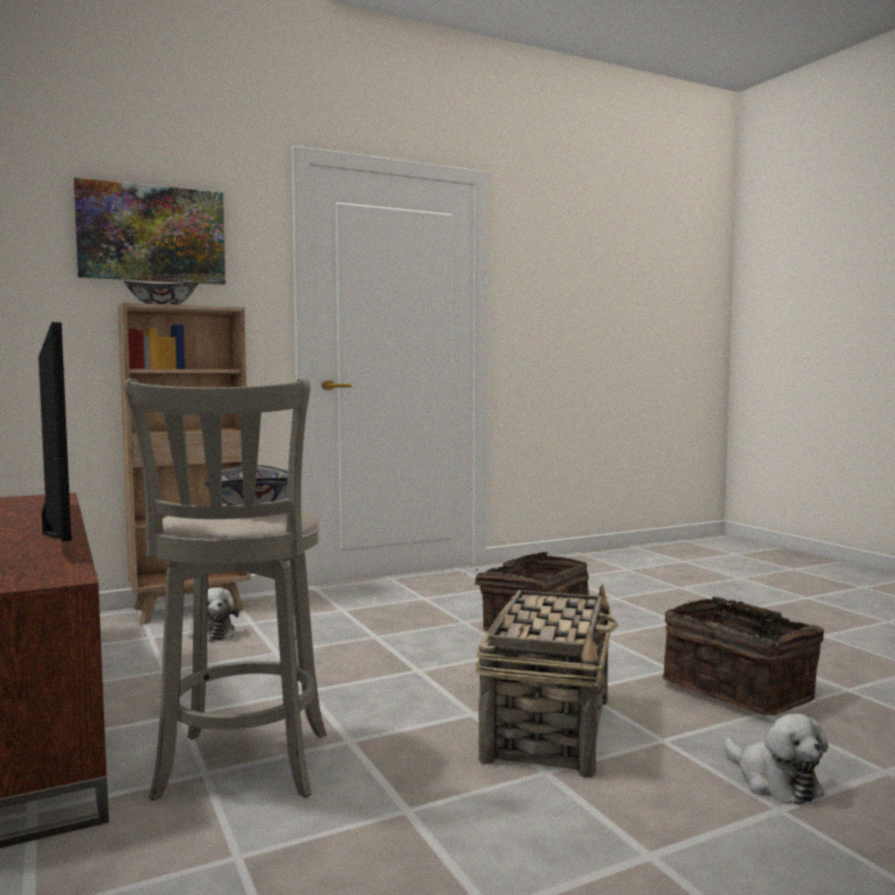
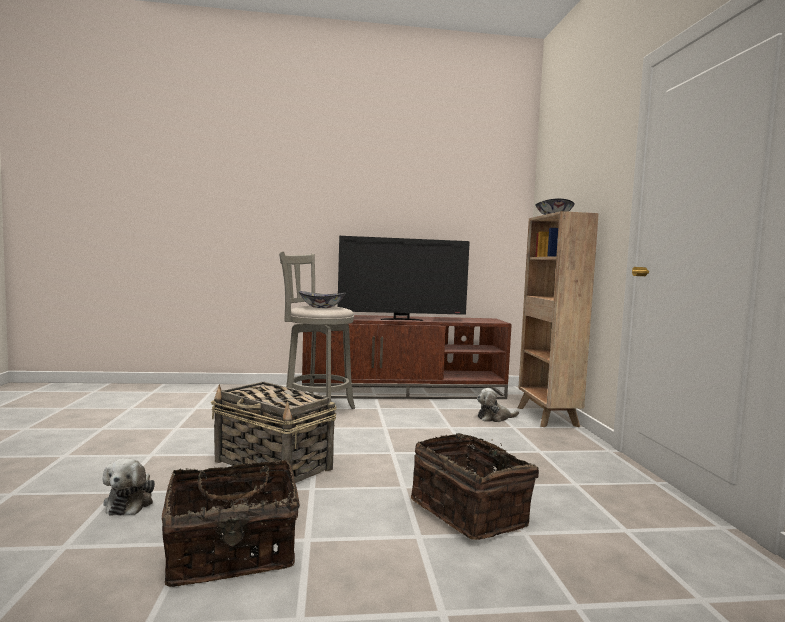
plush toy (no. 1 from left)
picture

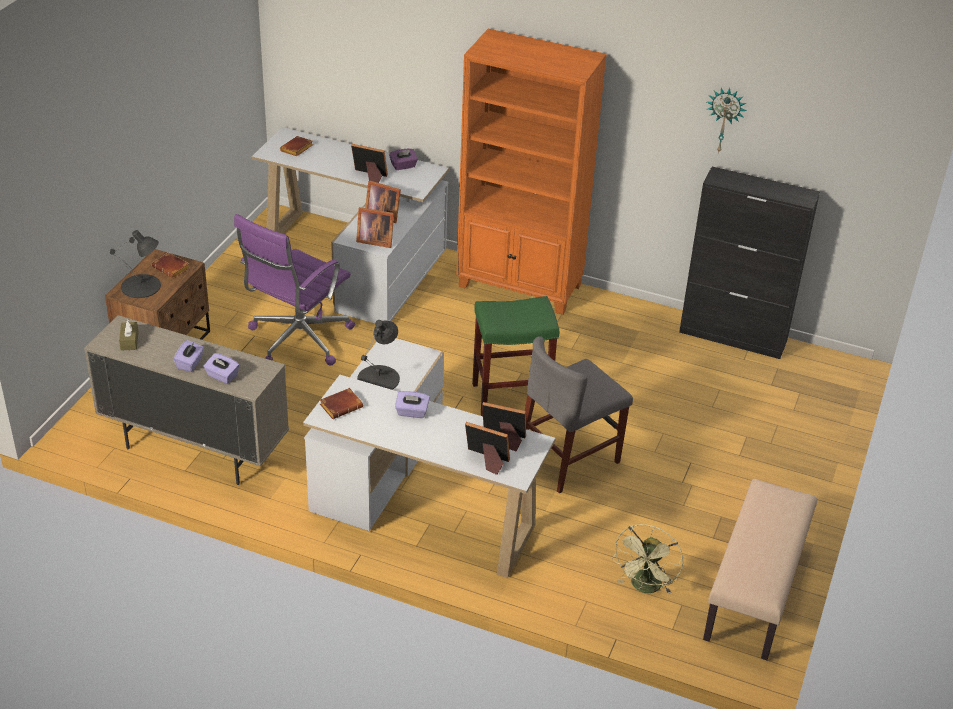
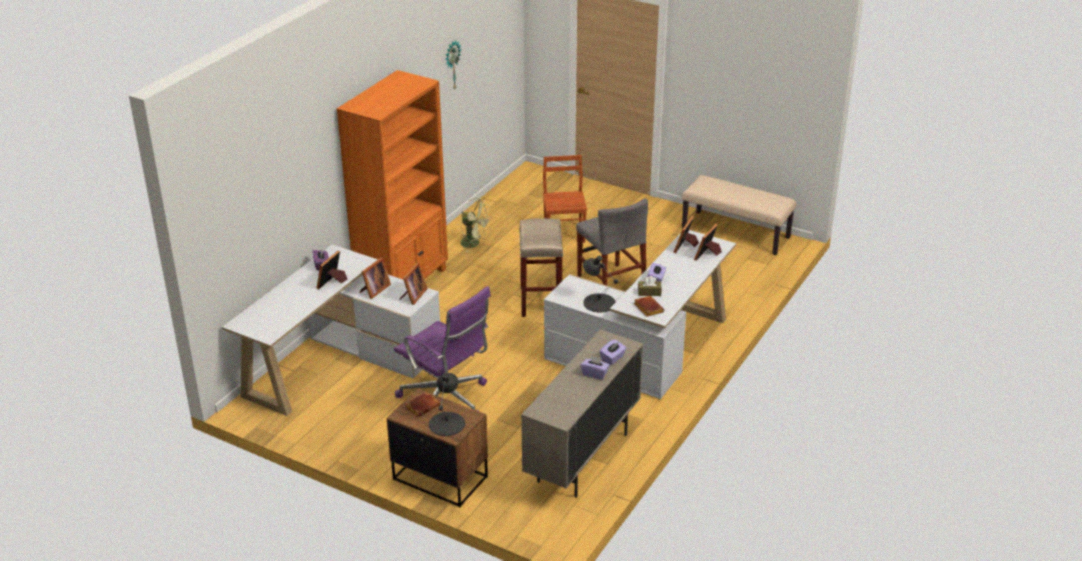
green-coloured fan
sand-coloured sitting stool
brownish plain chair
brownish box of tissues
brownish volume (no. 2 from left in the first image)
black-coloured cabinet

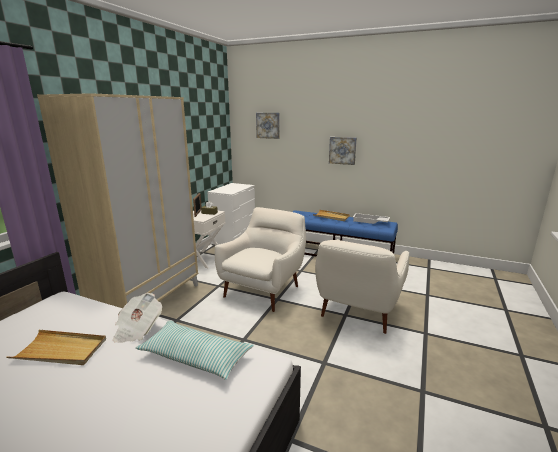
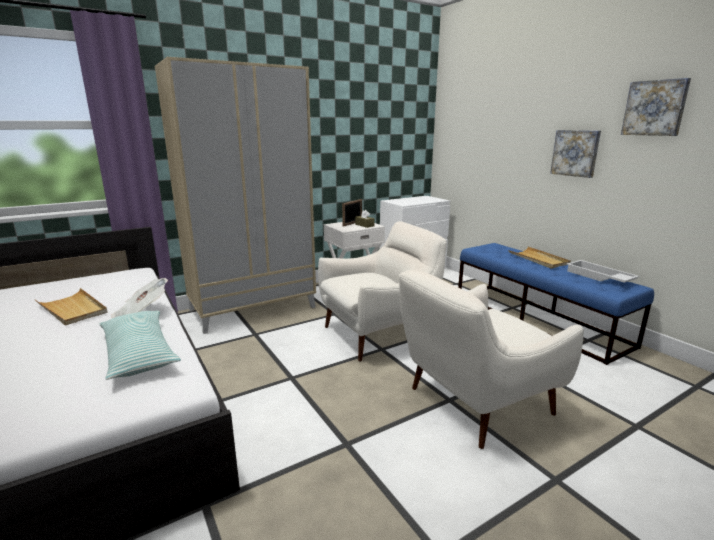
picture (no. 2 from left)

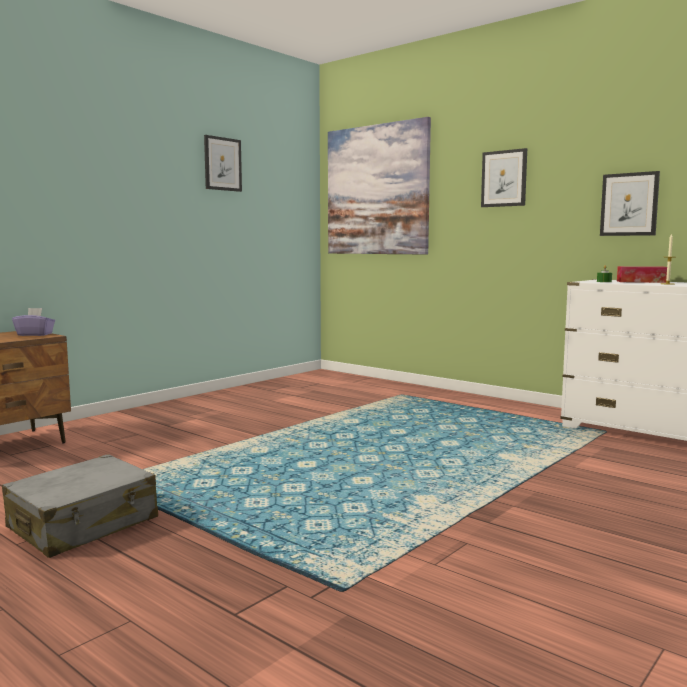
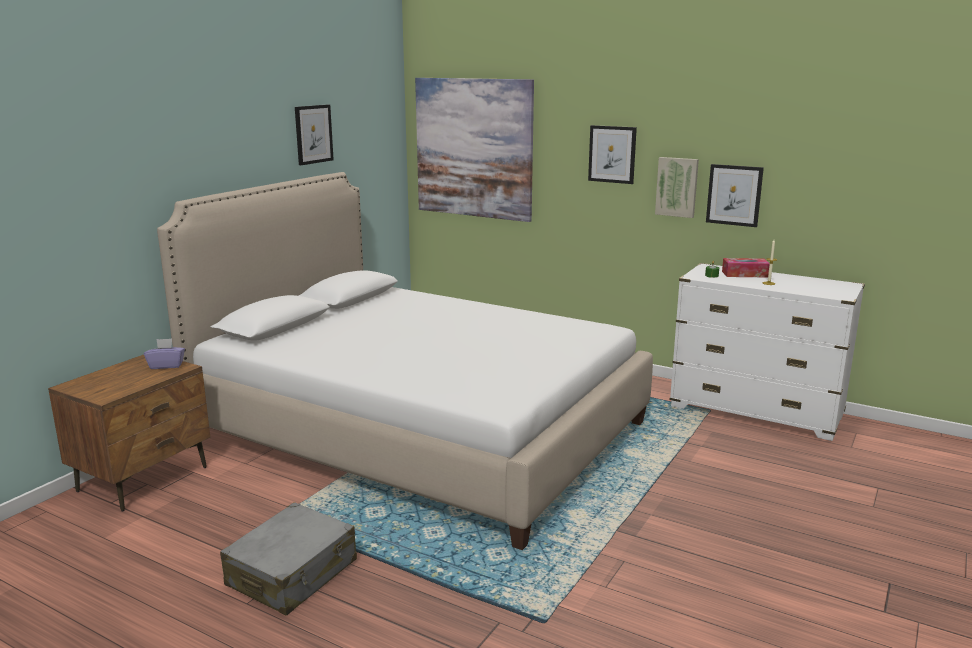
sleeping bed
picture (no. 4 from left)

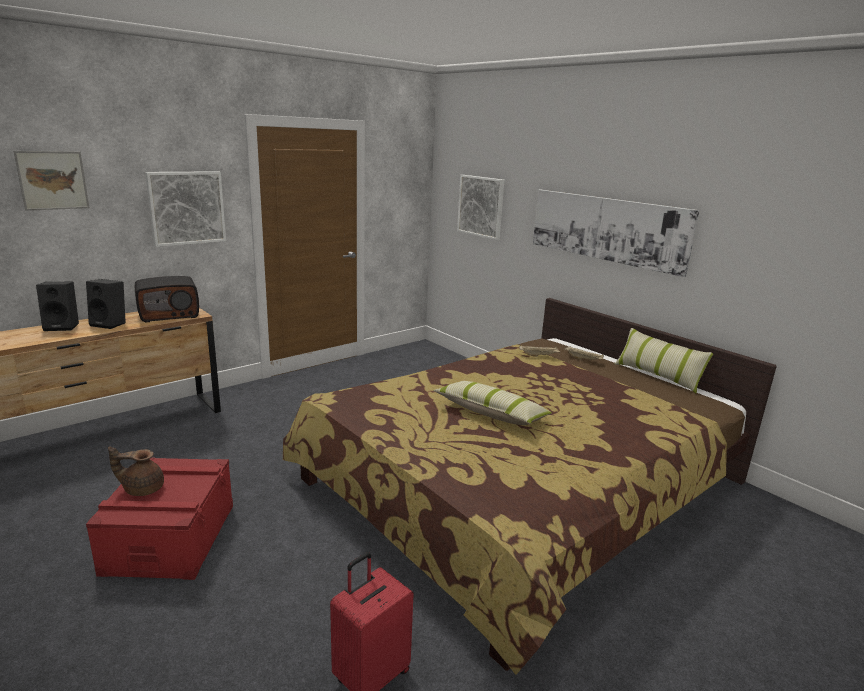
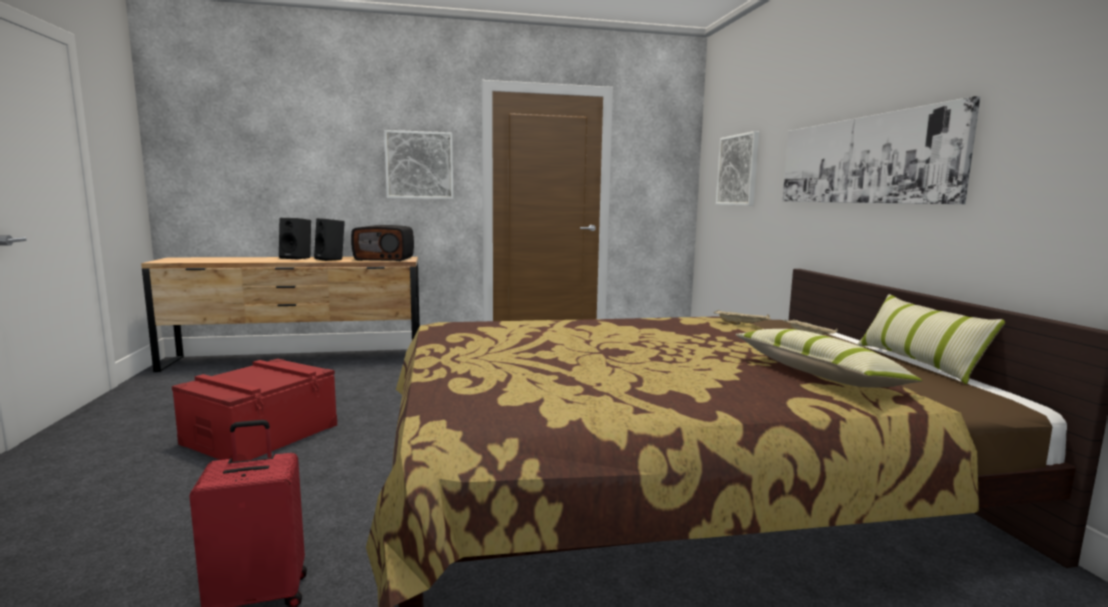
throw pillow (no. 1 from left)
picture (no. 1 from left in the first image)
brownish tea pot

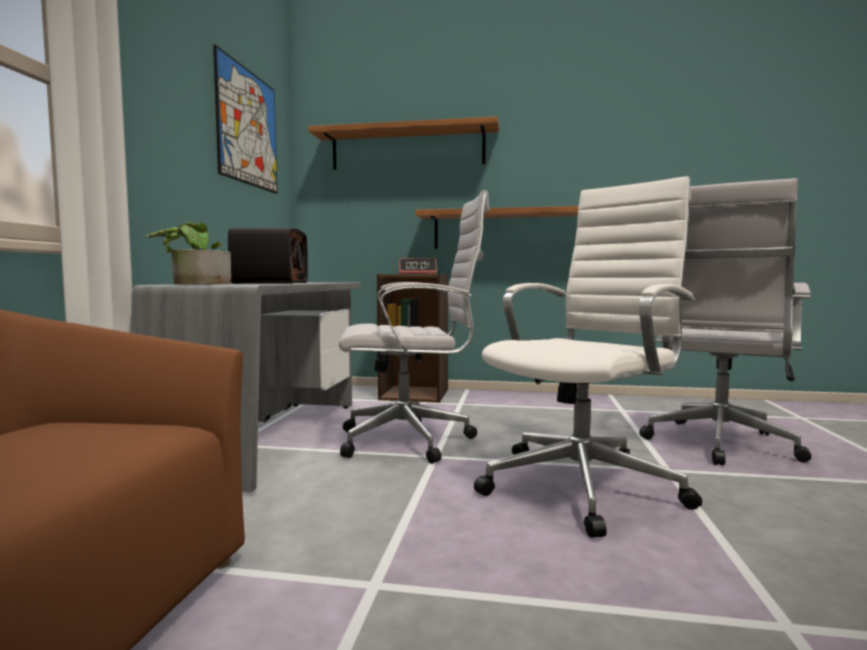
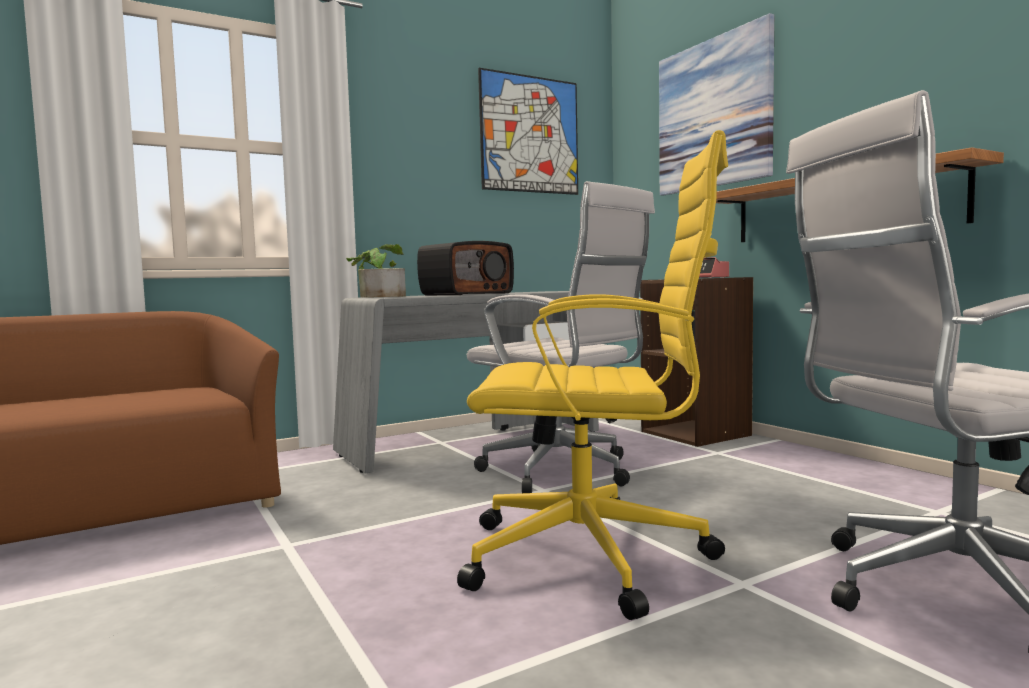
yellow-coloured computer chair
picture (no. 2 from left)

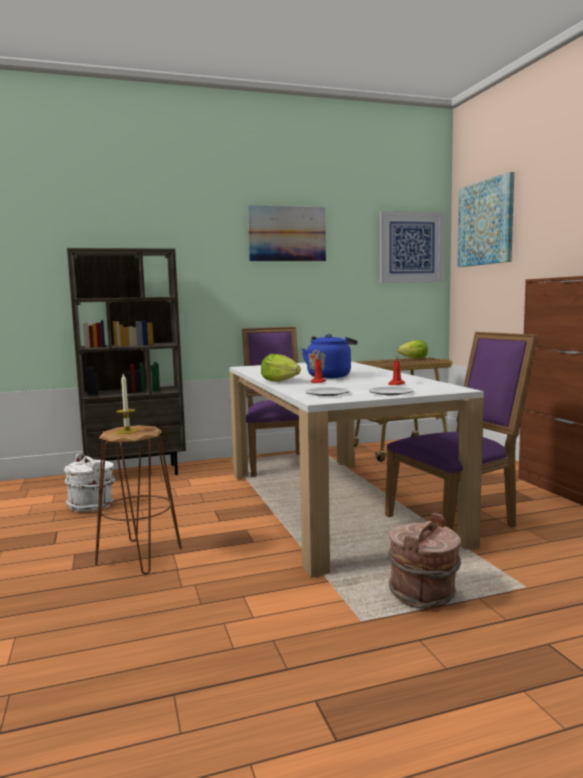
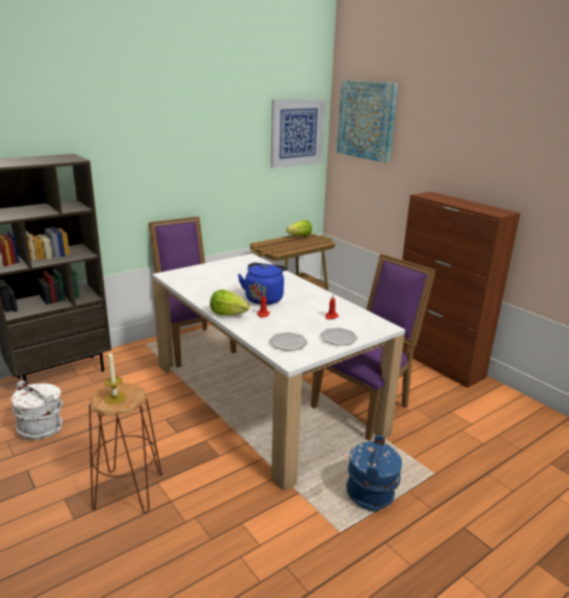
blue water bucket
picture (no. 1 from left in the first image)

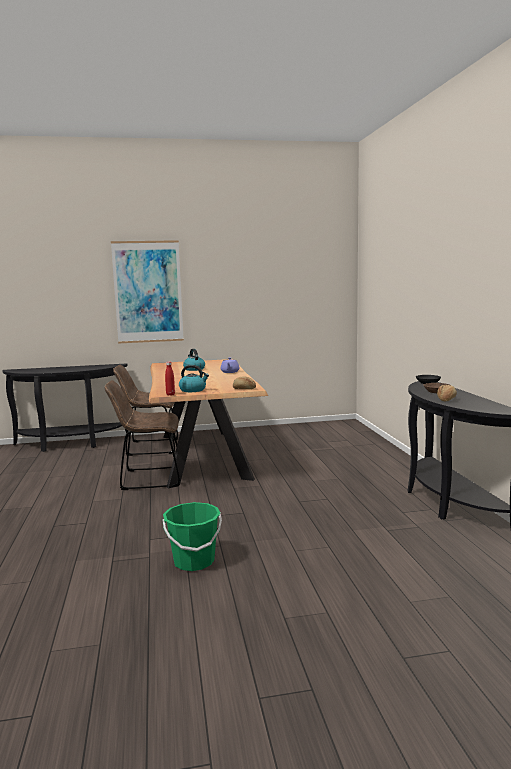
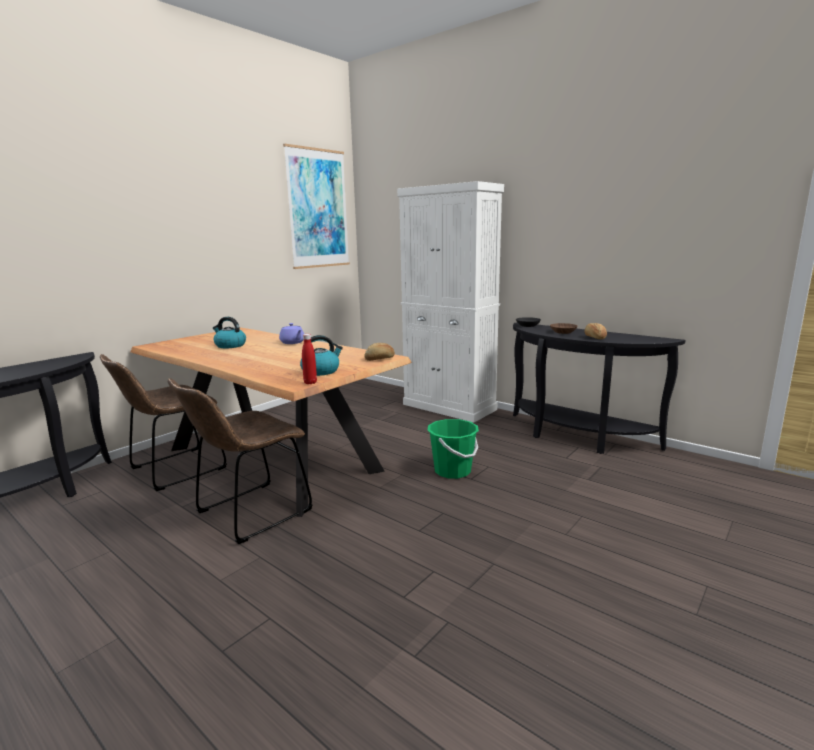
picture
white-coloured cabinet
green-coloured water bucket

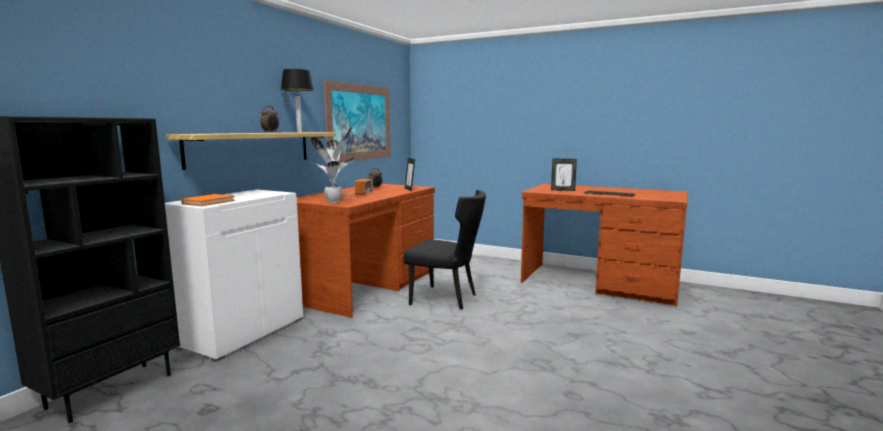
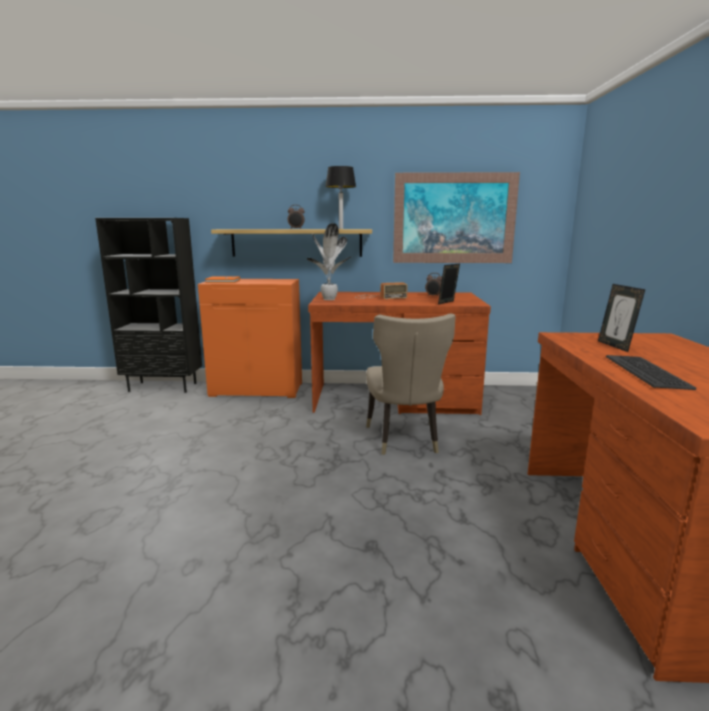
orange-coloured cabinet
sand-coloured plain chair

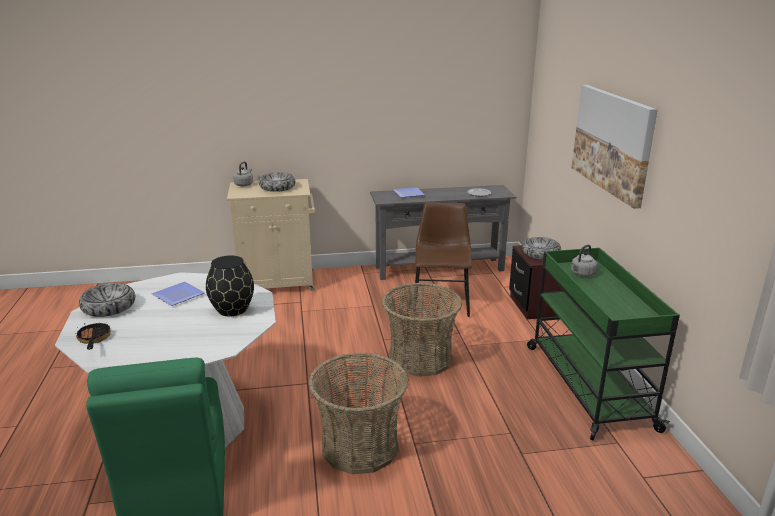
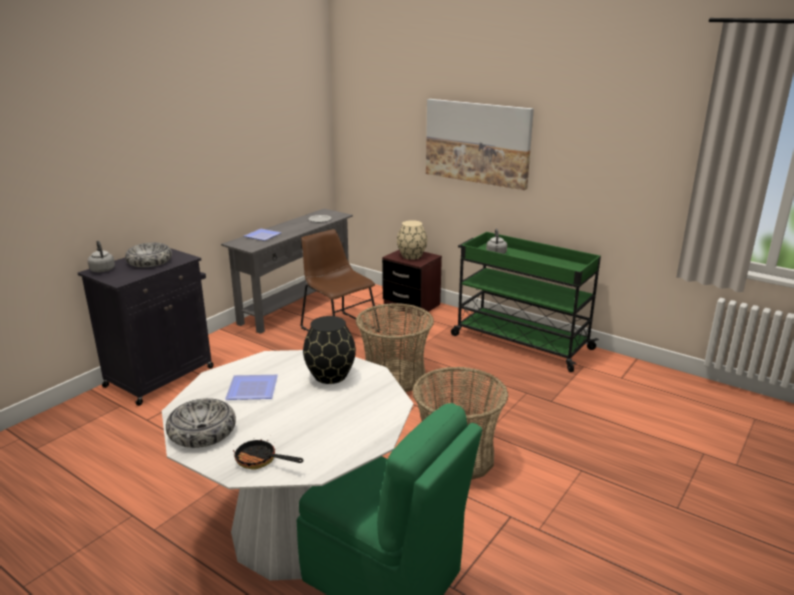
black-coloured cabinet
sand-coloured vase

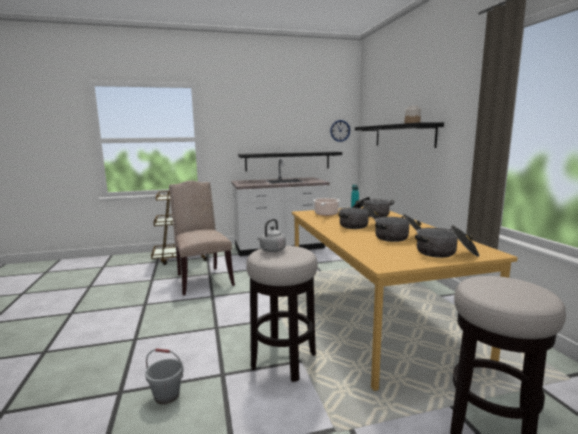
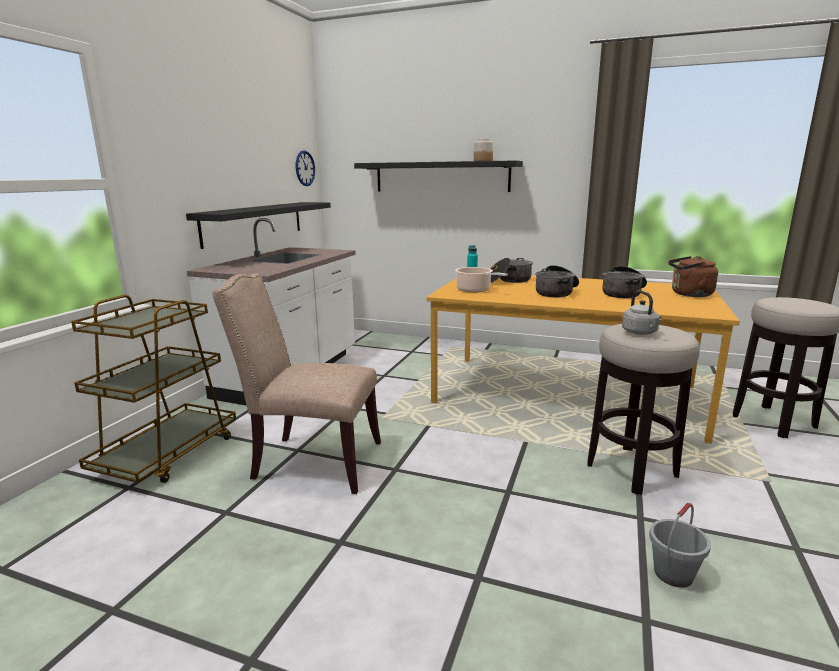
brownish kettle

